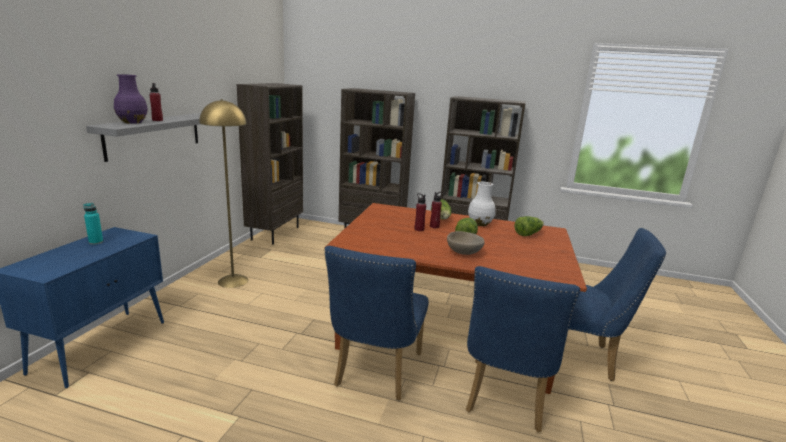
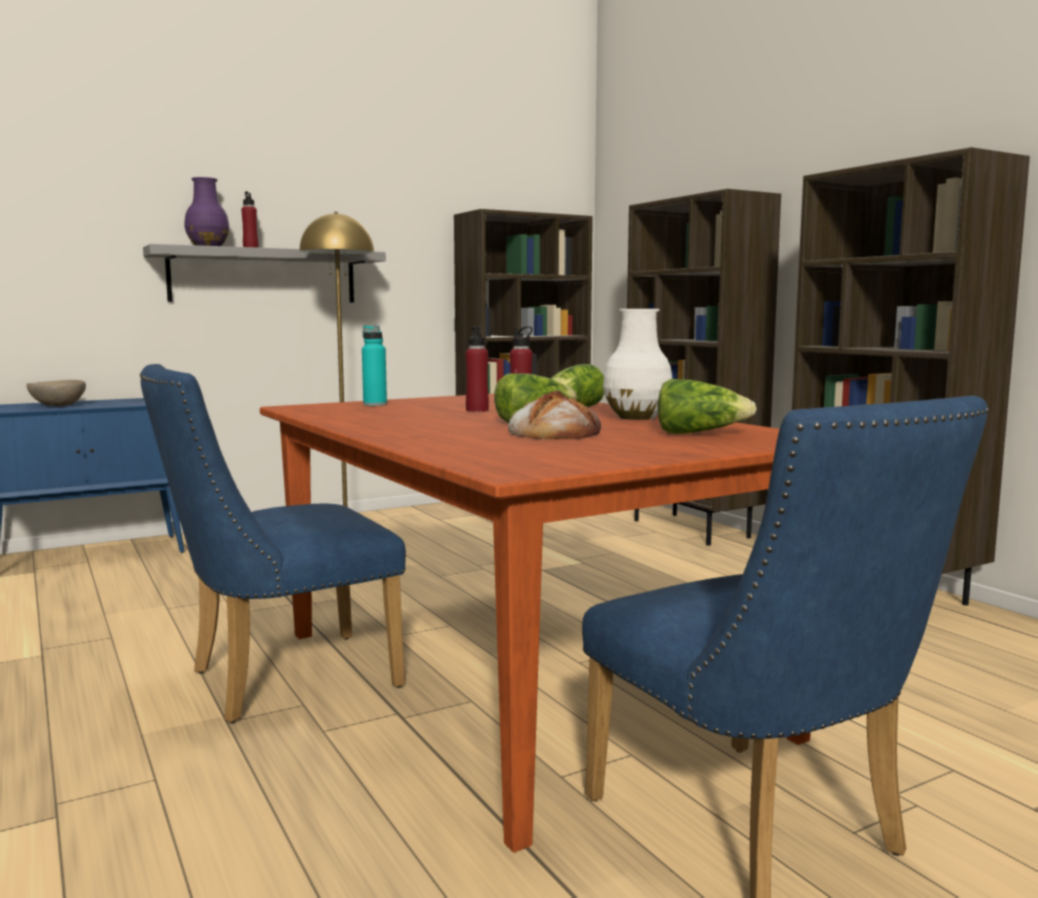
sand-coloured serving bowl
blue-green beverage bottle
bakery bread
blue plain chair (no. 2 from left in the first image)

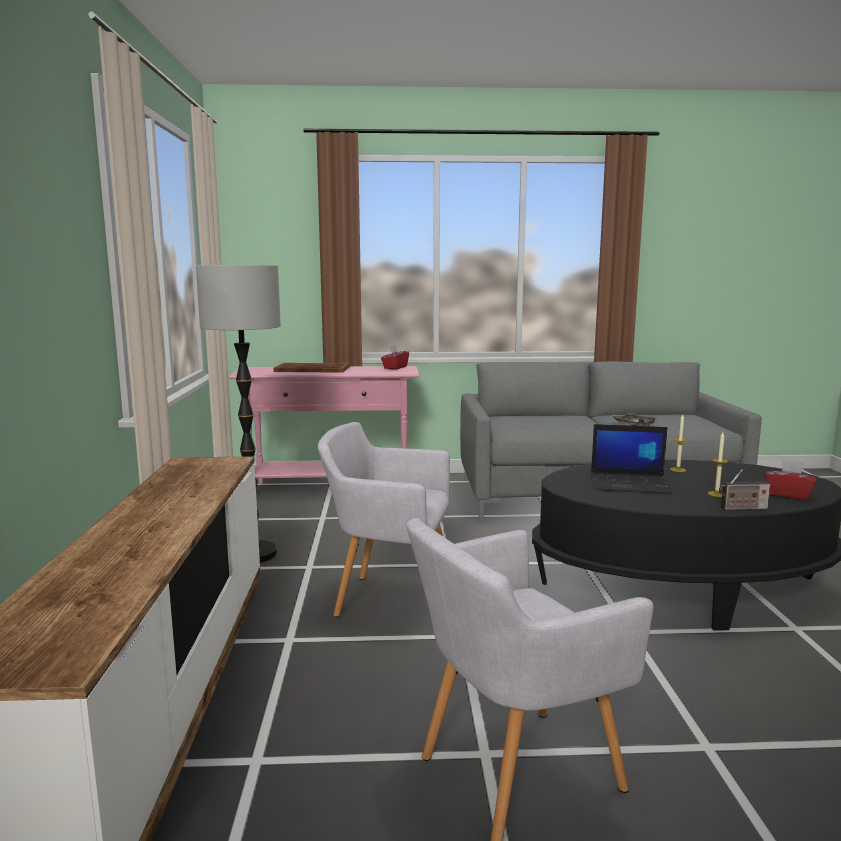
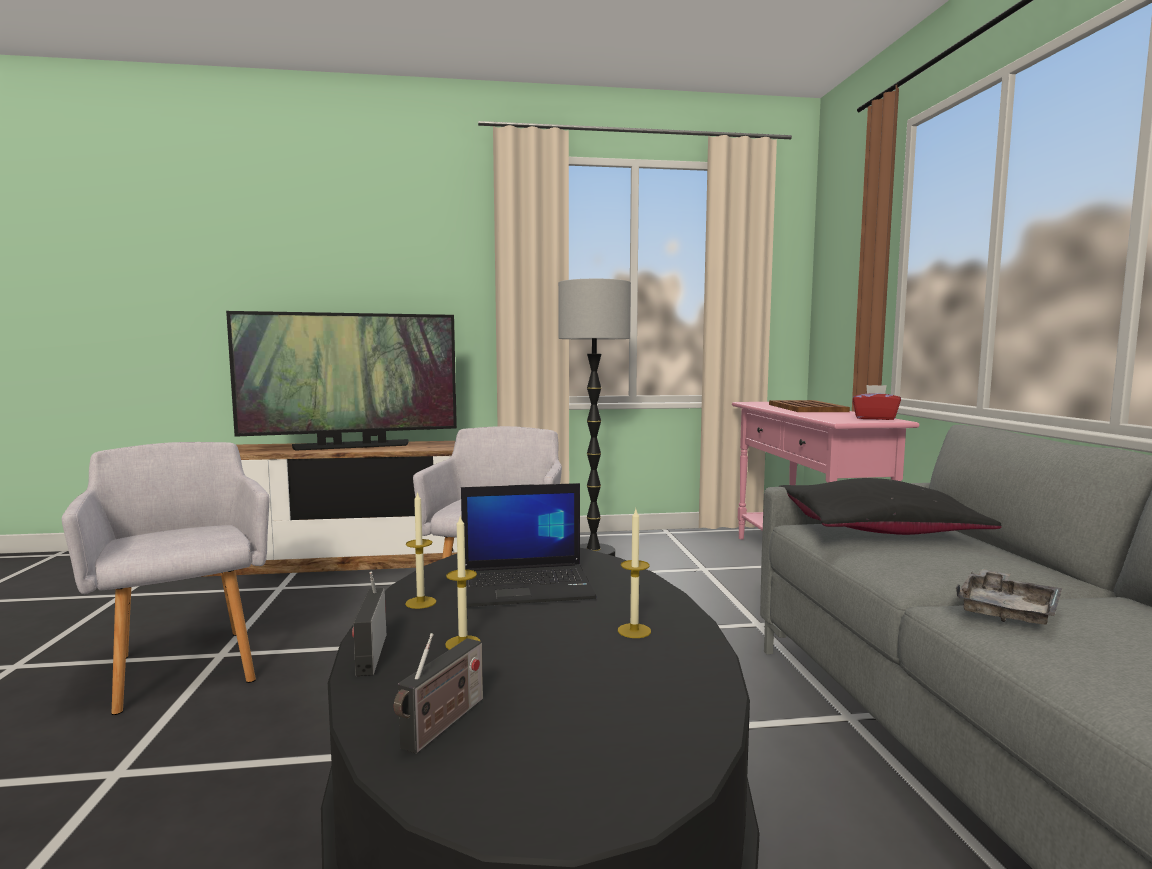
TV set
radio receiver (no. 2 from left)
candle (no. 1 from left)
laptop
black-coloured throw pillow

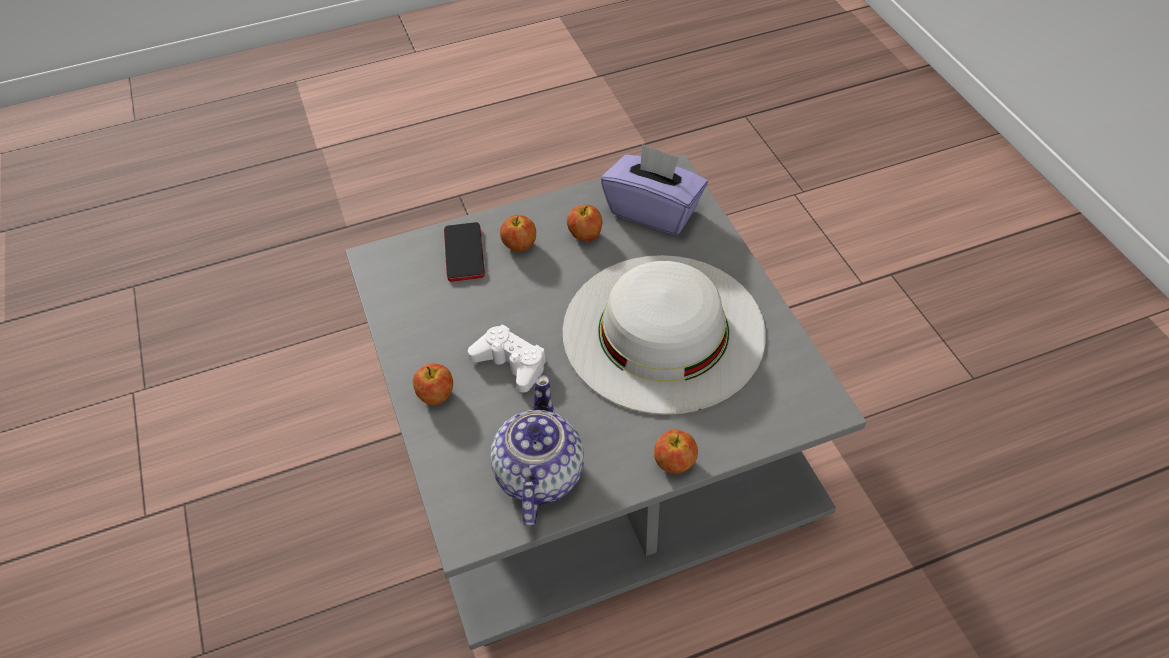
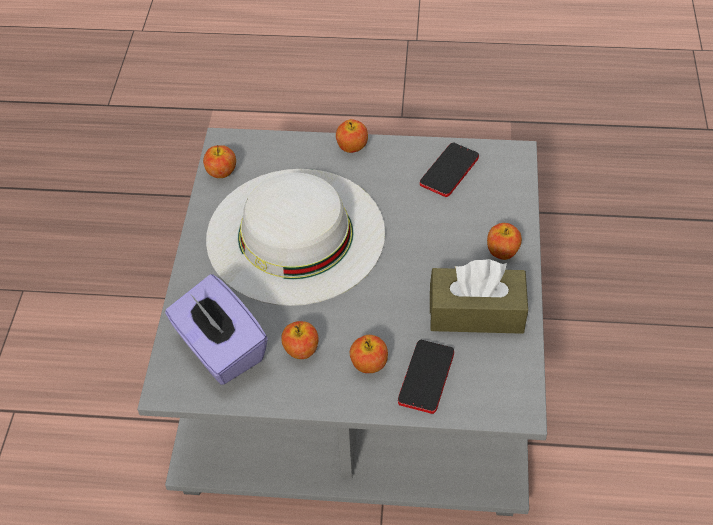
apple fruit (no. 1 from left)
telephone (no. 2 from left)
brownish box of tissues
white-coloured joypad

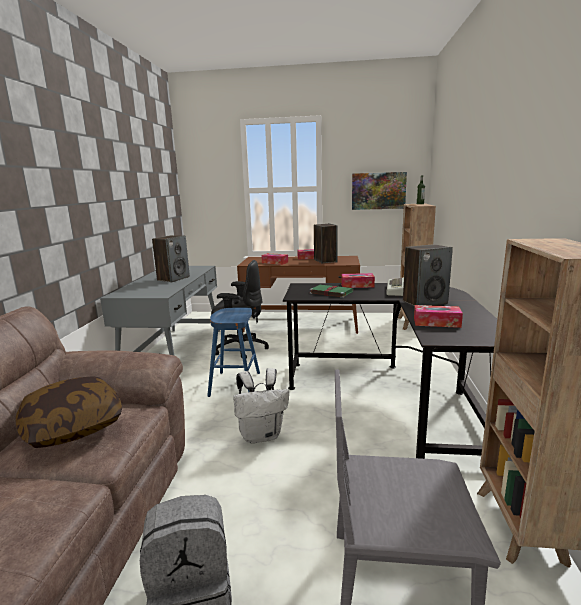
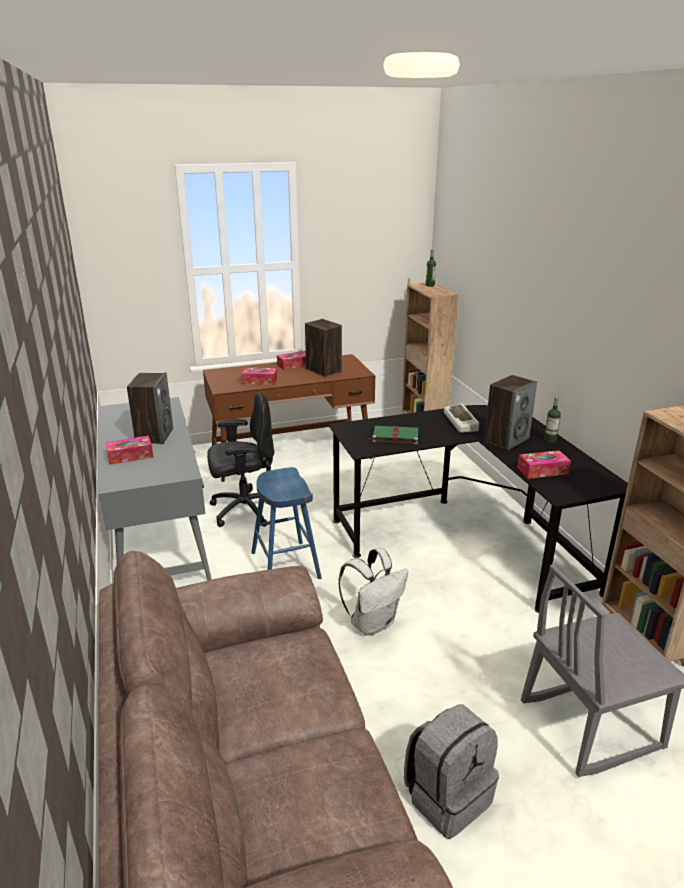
box of tissues (no. 1 from left)
beverage bottle (no. 2 from left)
throw pillow
picture

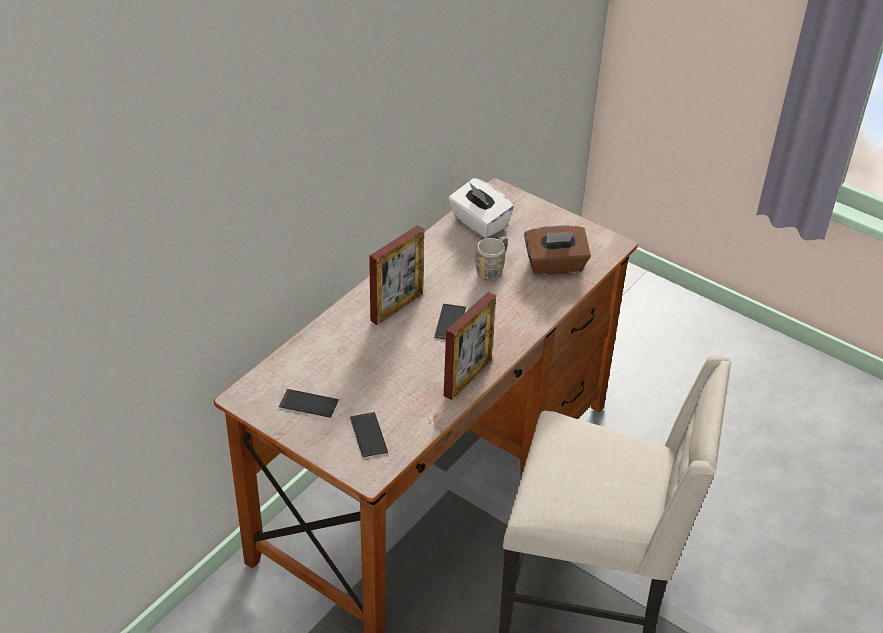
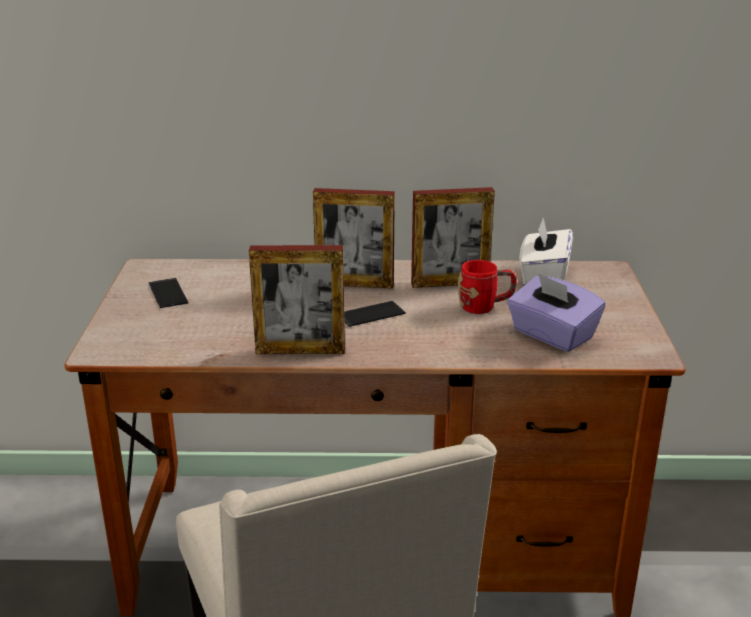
photo frame (no. 3 from left)
red-coloured coffee mug
purplish box of tissues
telephone (no. 2 from left in the first image)

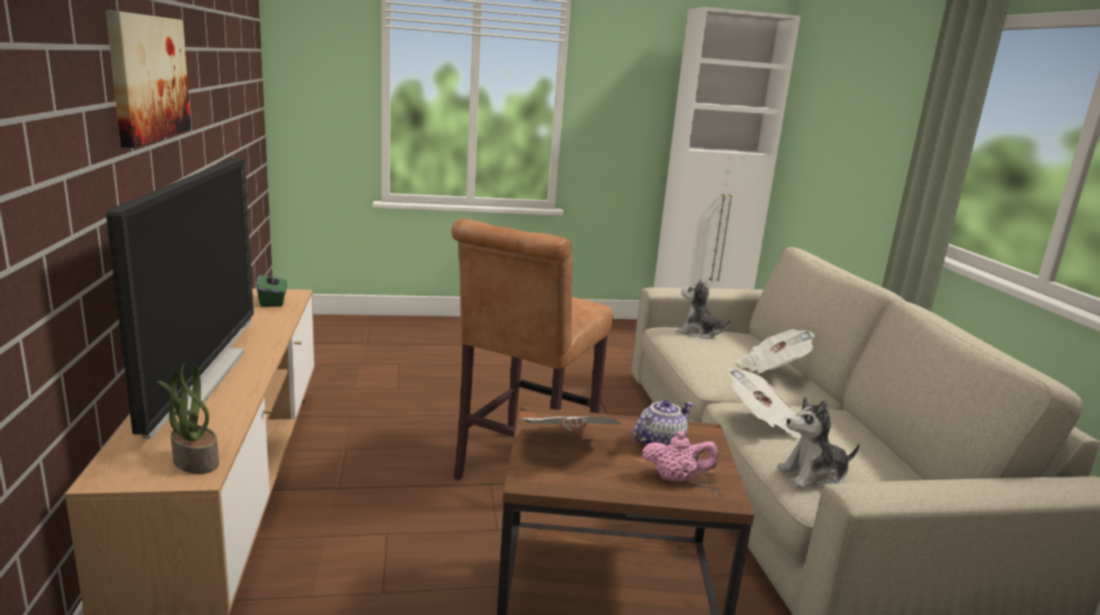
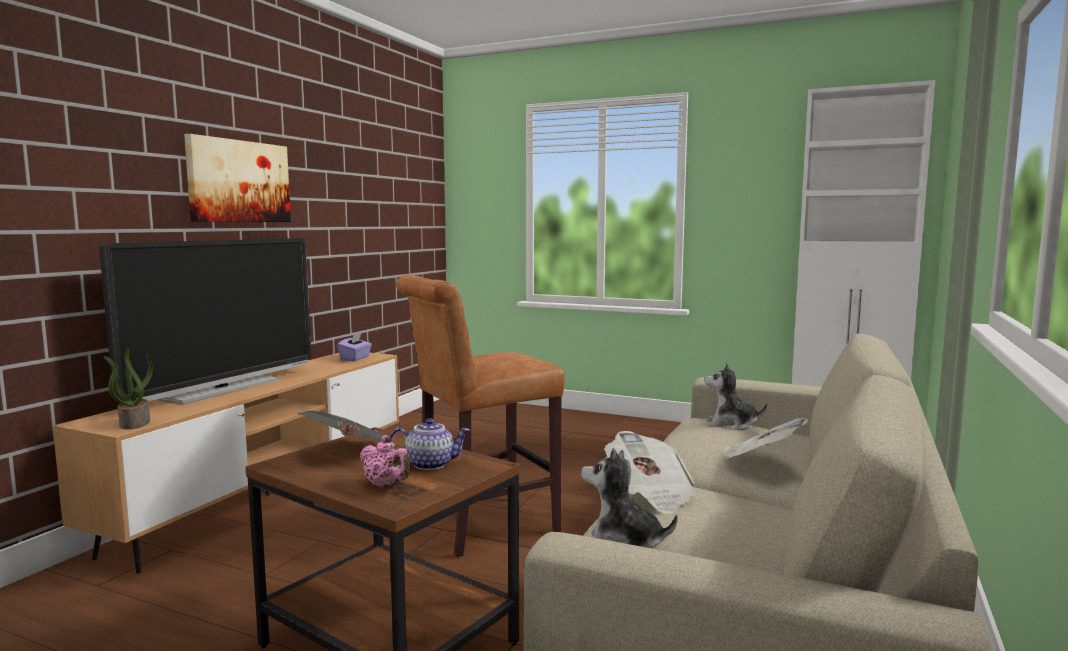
purplish box of tissues
plush toy (no. 2 from left)

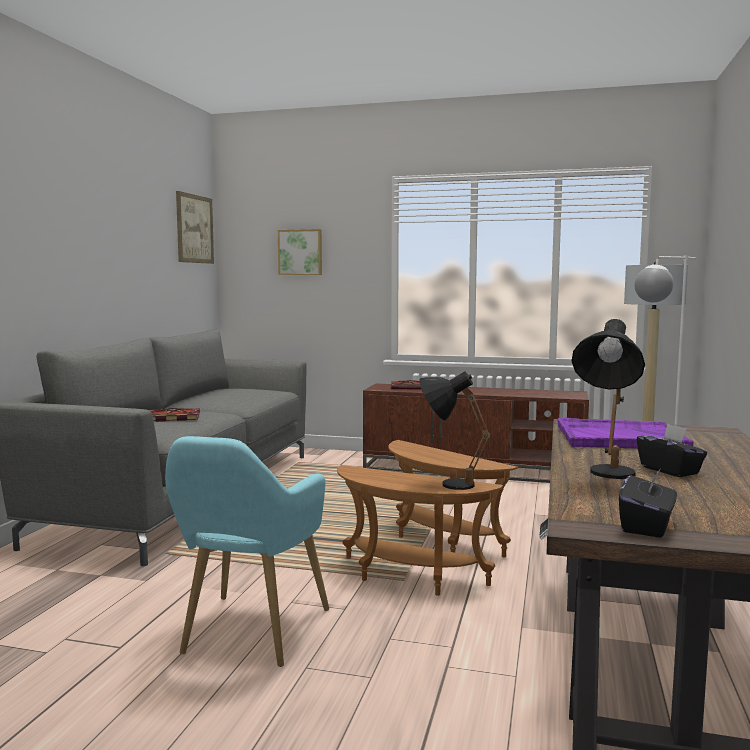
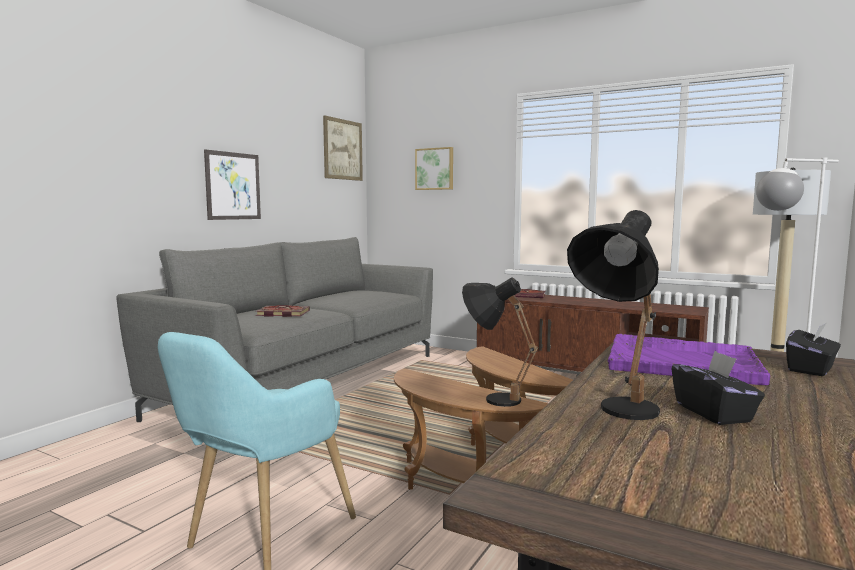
picture (no. 1 from left)
black-coloured box of tissues (no. 2 from left)

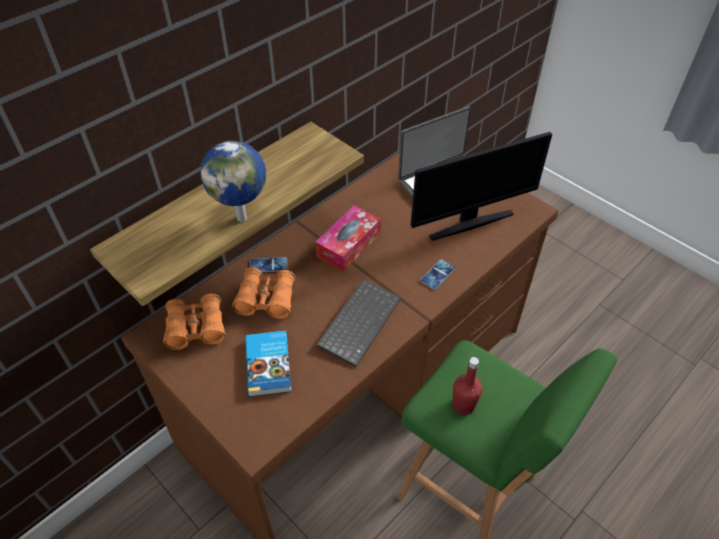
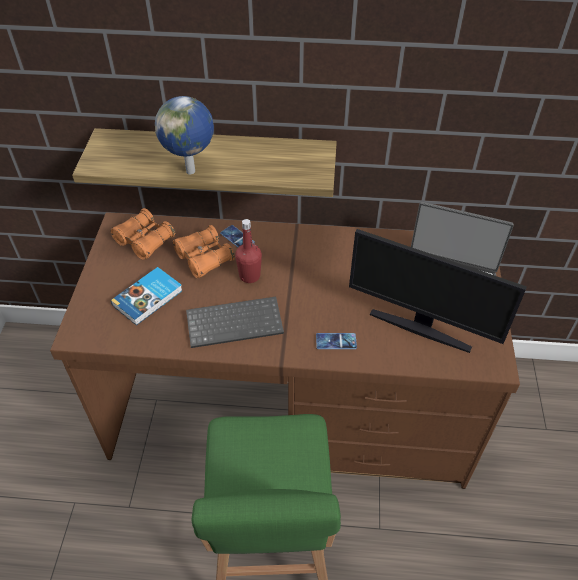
red-coloured beverage bottle
box of tissues

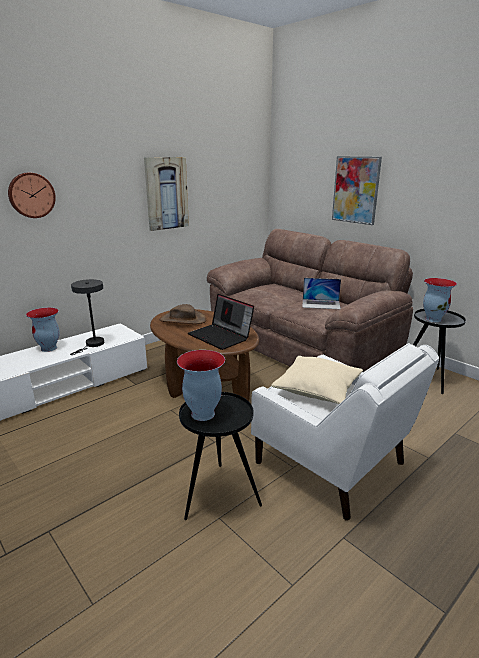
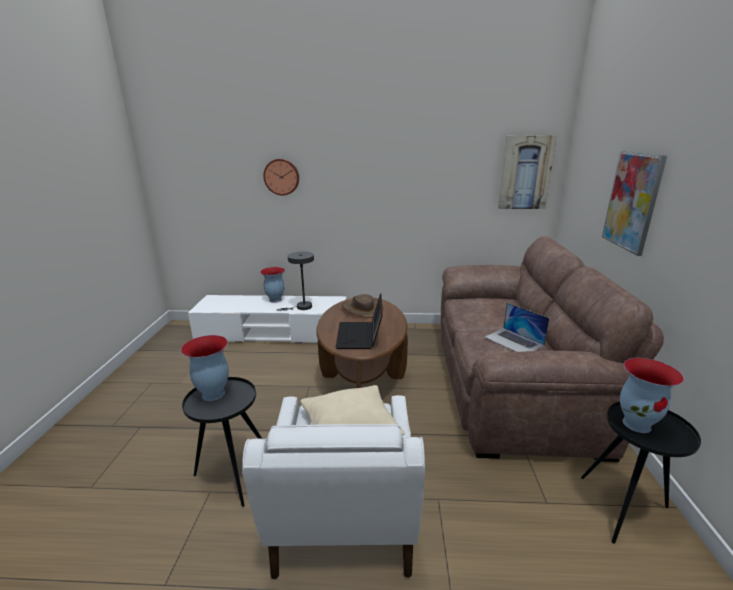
picture (no. 1 from left)

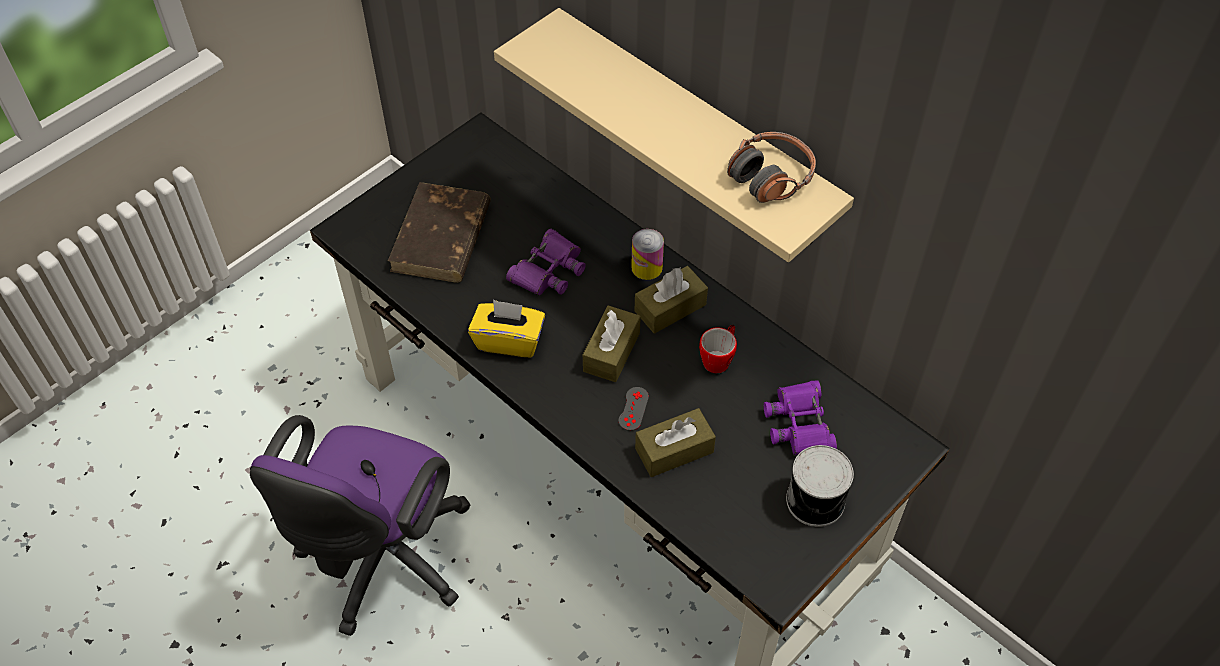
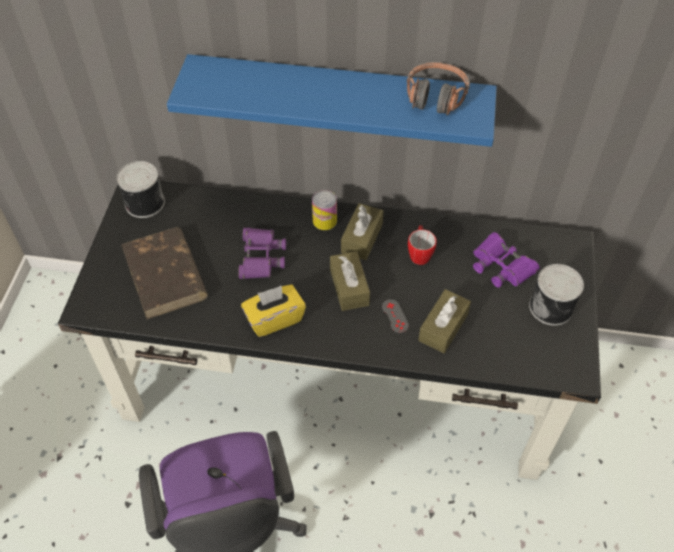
sealed can (no. 1 from left)
blue shelf

